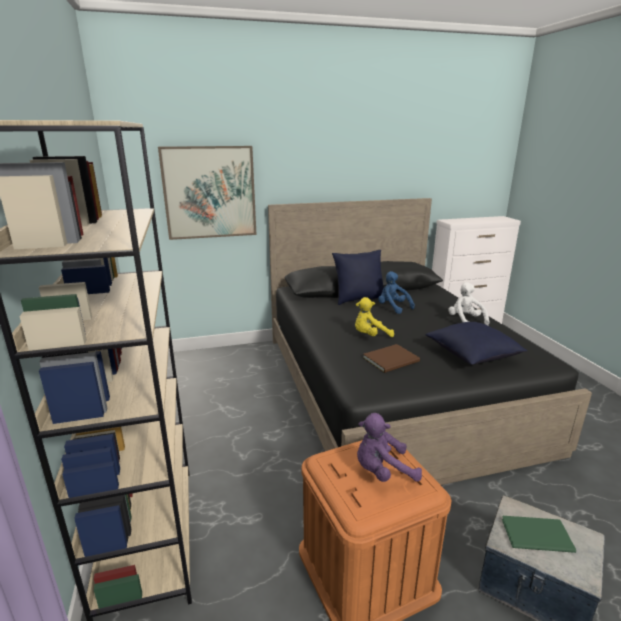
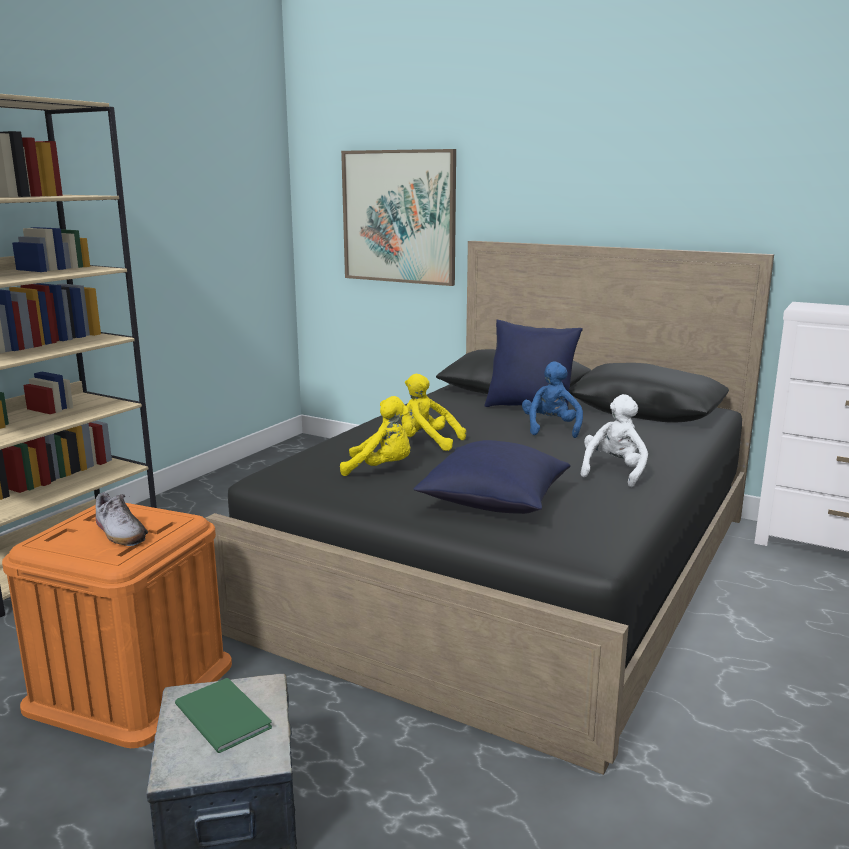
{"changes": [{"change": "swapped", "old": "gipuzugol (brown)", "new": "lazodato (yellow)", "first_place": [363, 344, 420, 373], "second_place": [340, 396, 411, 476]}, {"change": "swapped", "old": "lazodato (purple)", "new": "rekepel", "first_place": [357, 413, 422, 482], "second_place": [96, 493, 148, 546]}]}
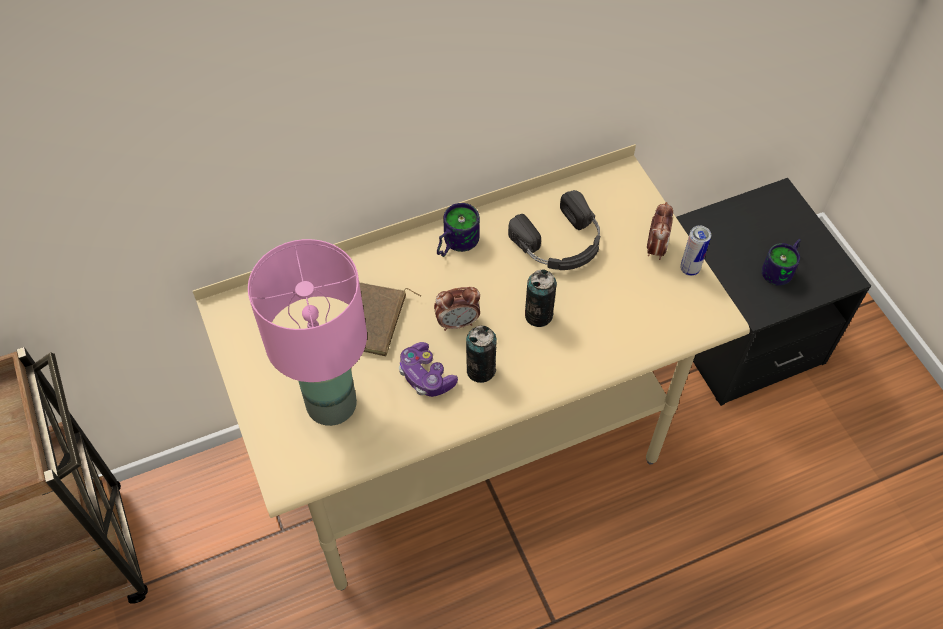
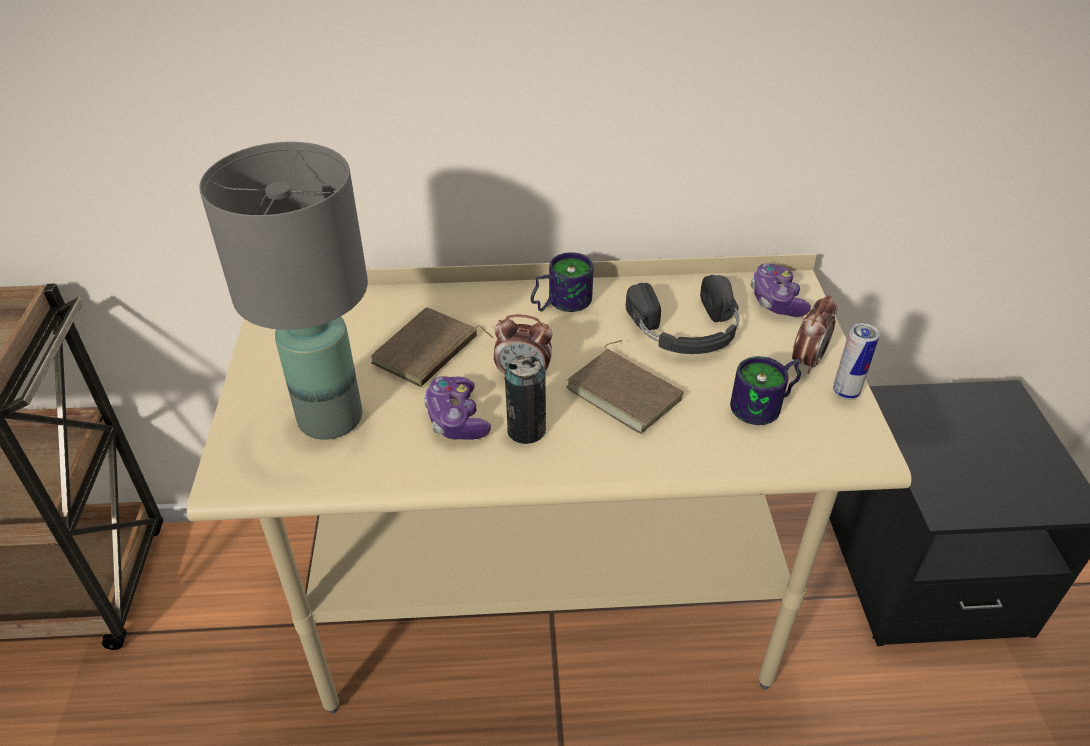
{"changes": [{"change": "repainted", "old": "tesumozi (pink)", "new": "tesumozi (grey)", "first_place": [248, 239, 367, 426], "second_place": [199, 142, 368, 440]}, {"change": "shifted", "old": "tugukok", "first_place": [761, 239, 801, 286], "second_place": [730, 356, 801, 425]}, {"change": "swapped", "old": "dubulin", "new": "gipuzugol (brown)", "first_place": [525, 269, 557, 327], "second_place": [566, 340, 684, 434]}, {"change": "new", "new": "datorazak", "second_place": [750, 263, 811, 317]}]}
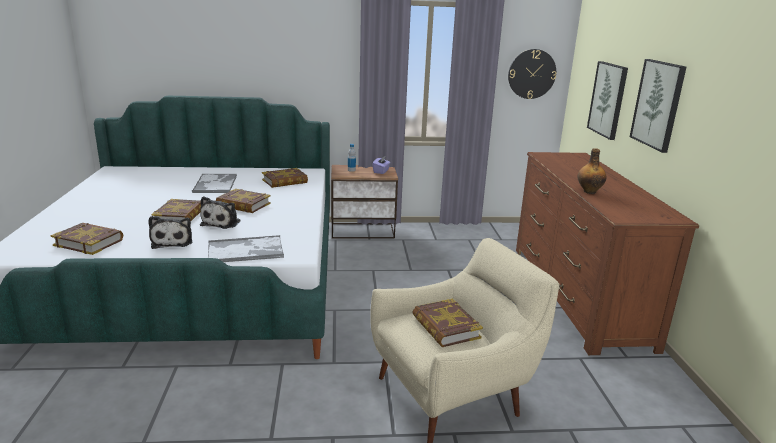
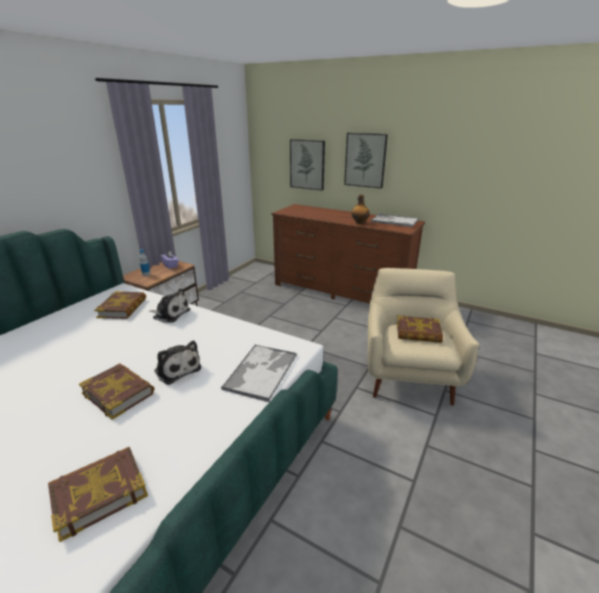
{"changes": [{"change": "gone", "old": "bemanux", "first_place": [508, 49, 556, 99]}, {"change": "shifted", "old": "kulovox", "first_place": [192, 174, 237, 193], "second_place": [371, 214, 419, 227]}, {"change": "gone", "old": "gipuzugol", "first_place": [216, 189, 271, 213]}, {"change": "shifted", "old": "lazodato", "first_place": [149, 216, 192, 249], "second_place": [149, 289, 190, 323]}]}
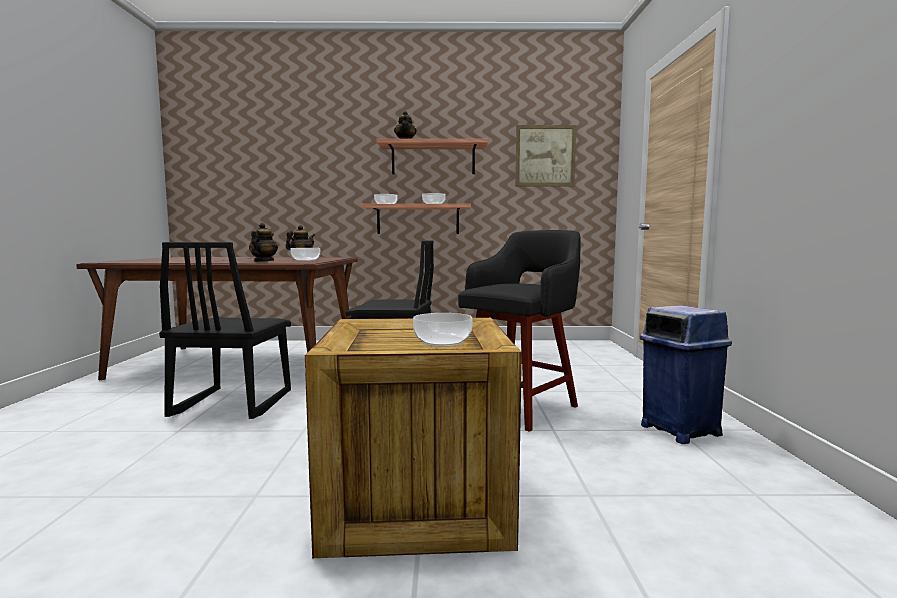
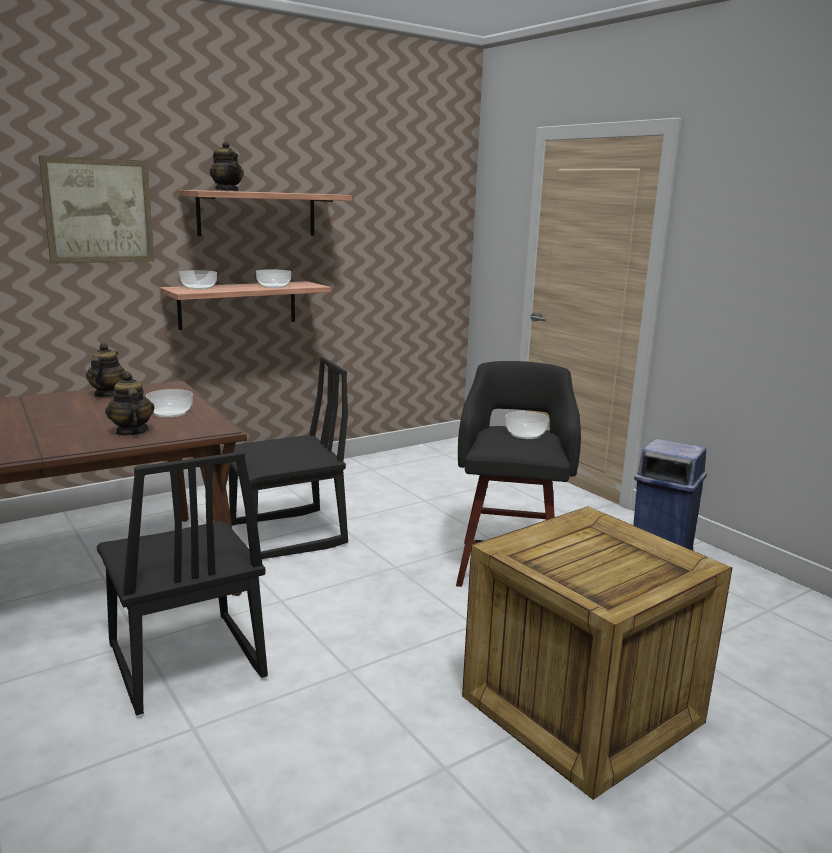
{"changes": [{"change": "shifted", "old": "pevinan", "first_place": [515, 125, 576, 186], "second_place": [39, 155, 154, 264]}, {"change": "shifted", "old": "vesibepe", "first_place": [413, 313, 473, 347], "second_place": [505, 411, 549, 439]}]}
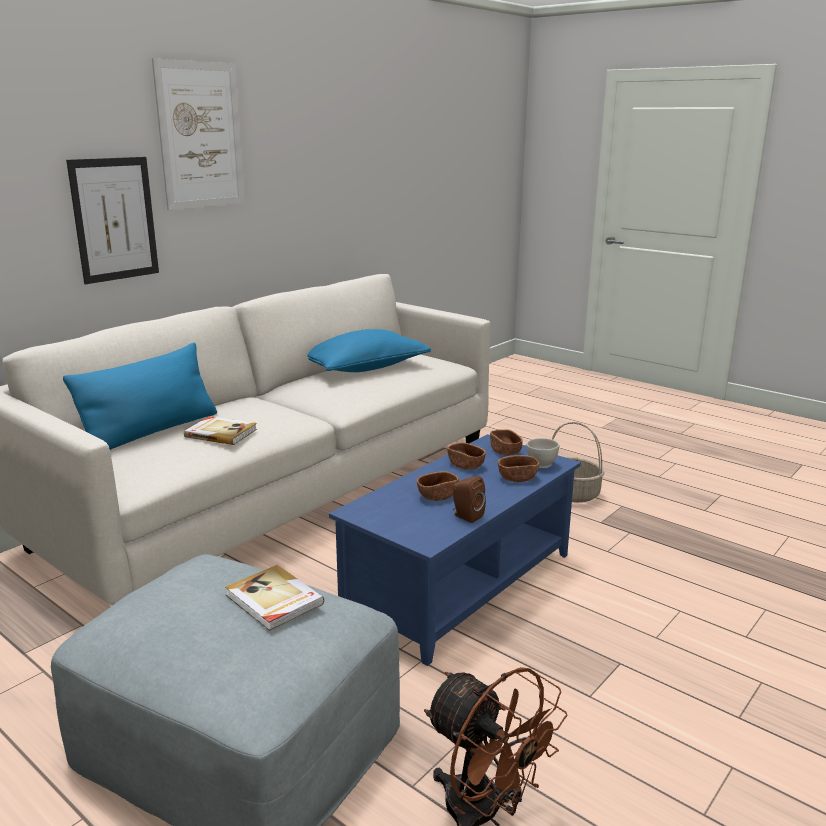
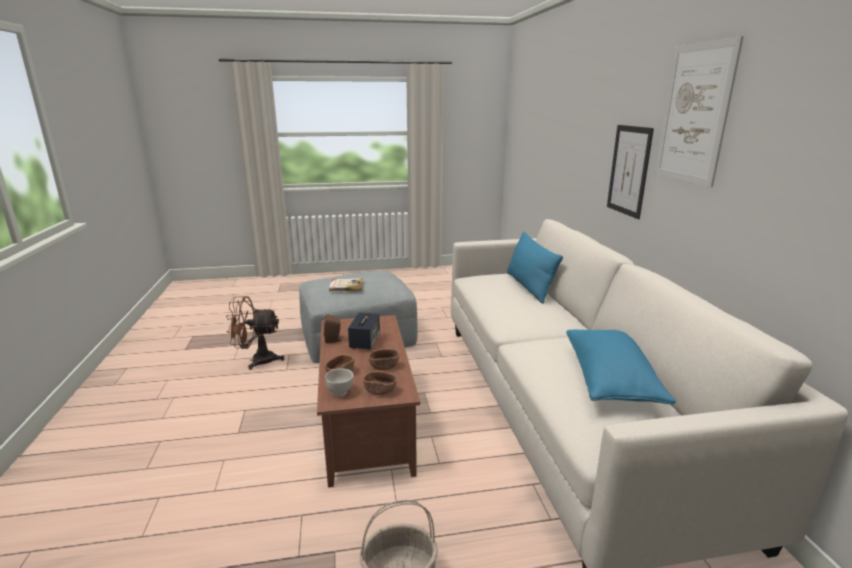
{"changes": [{"change": "gone", "old": "gipuzugol", "first_place": [184, 416, 257, 445]}, {"change": "repainted", "old": "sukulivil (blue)", "new": "sukulivil (brown)", "first_place": [329, 434, 581, 666], "second_place": [317, 315, 420, 488]}, {"change": "swapped", "old": "vesibepe (brown)", "new": "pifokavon", "first_place": [417, 471, 459, 501], "second_place": [348, 313, 380, 350]}]}
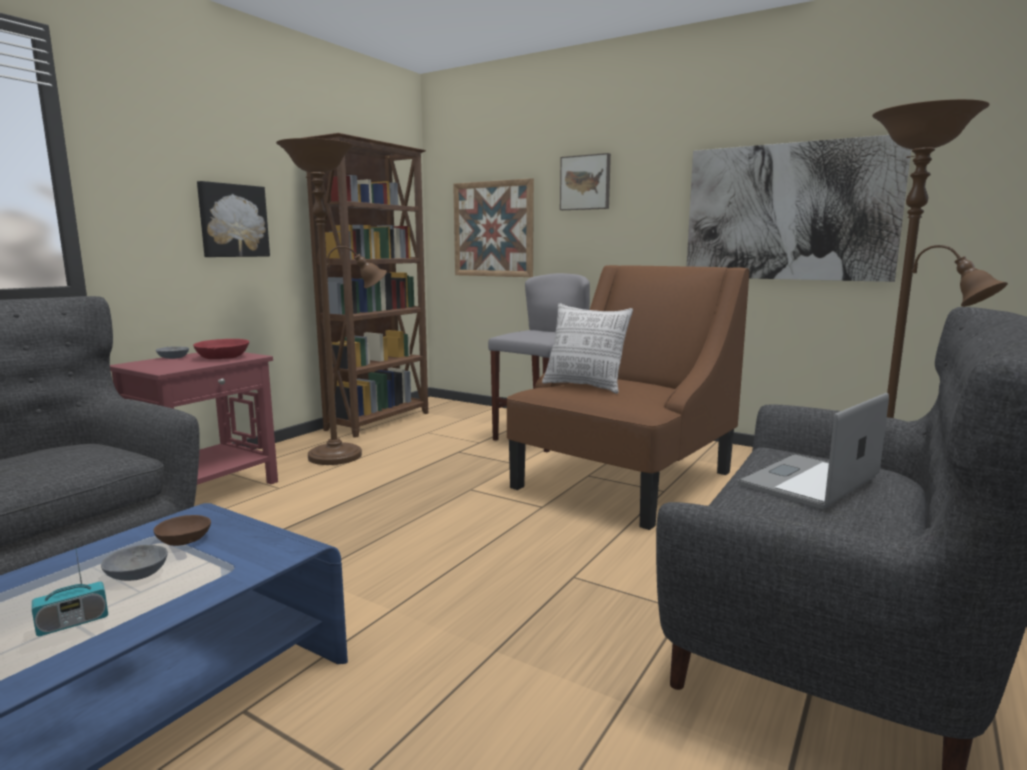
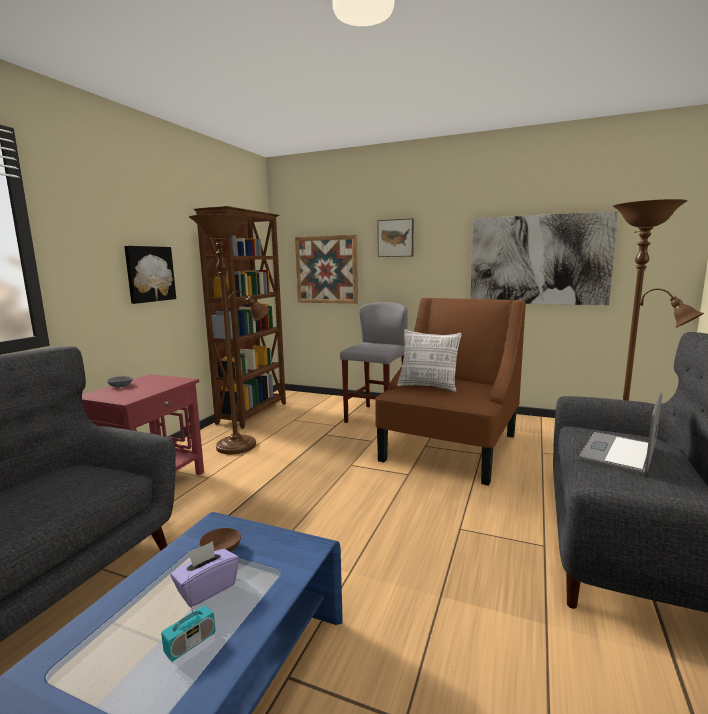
{"changes": [{"change": "gone", "old": "vesibepe (red)", "first_place": [193, 339, 249, 359]}, {"change": "swapped", "old": "vesibepe (grey)", "new": "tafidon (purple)", "first_place": [101, 545, 168, 581], "second_place": [170, 541, 239, 607]}]}
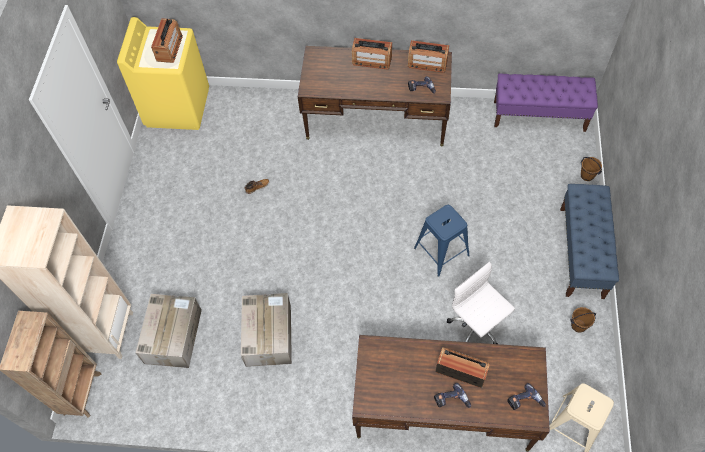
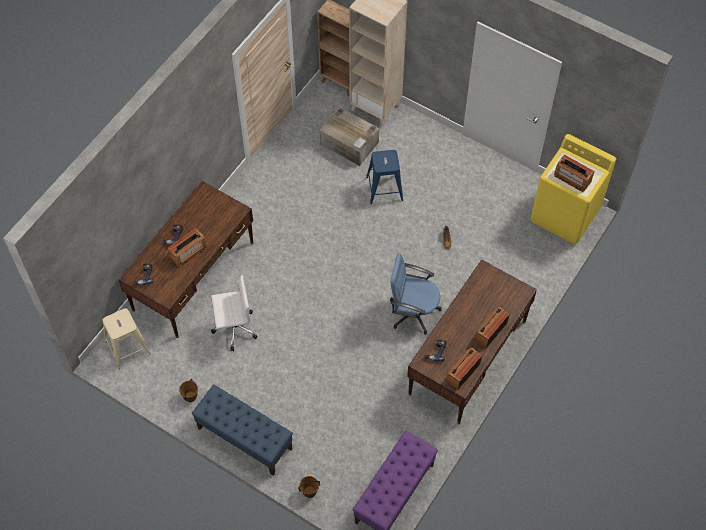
{"changes": [{"change": "shifted", "old": "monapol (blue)", "first_place": [414, 205, 470, 277], "second_place": [366, 150, 403, 204]}, {"change": "gone", "old": "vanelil", "first_place": [241, 293, 292, 367]}, {"change": "new", "new": "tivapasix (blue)", "second_place": [390, 253, 442, 335]}]}
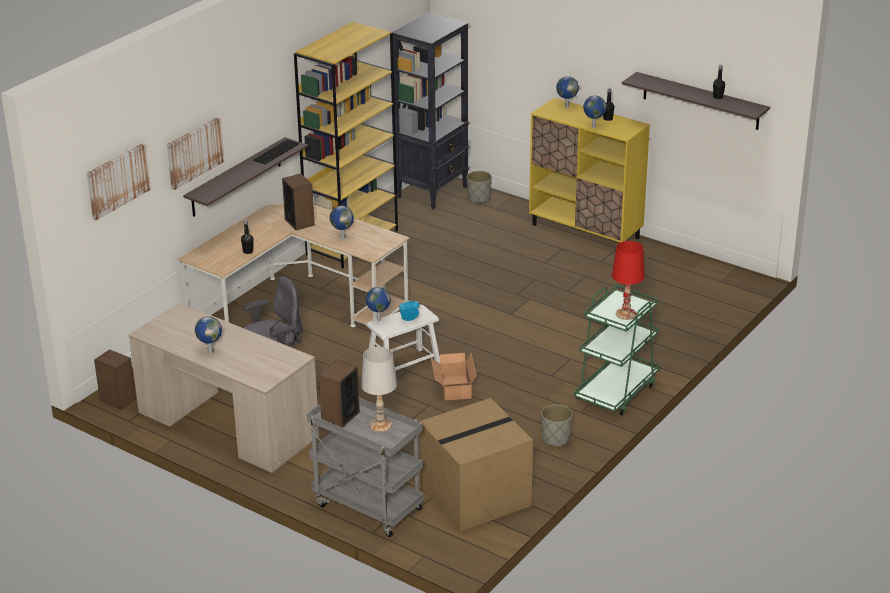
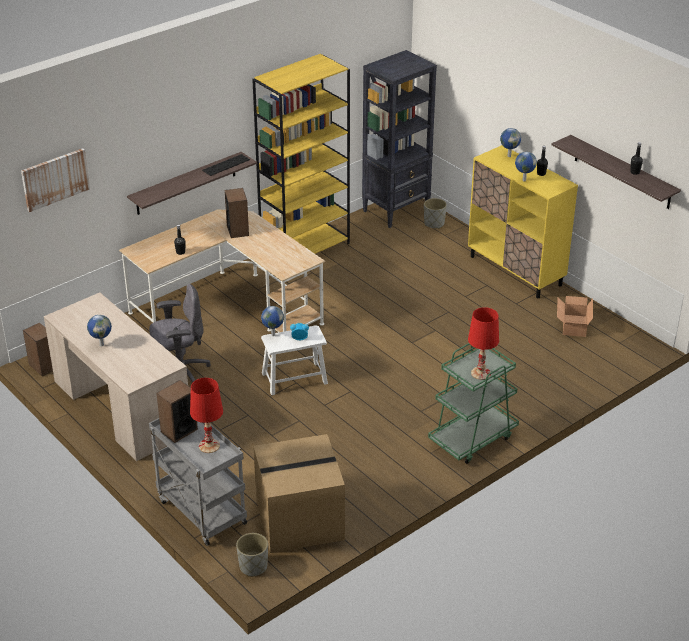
{"changes": [{"change": "gone", "old": "pevinan", "first_place": [167, 117, 225, 190]}, {"change": "gone", "old": "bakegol", "first_place": [330, 206, 354, 239]}, {"change": "repainted", "old": "tesumozi (white)", "new": "tesumozi (red)", "first_place": [361, 347, 397, 432], "second_place": [190, 378, 223, 453]}, {"change": "shifted", "old": "vanelil", "first_place": [430, 353, 477, 400], "second_place": [557, 296, 593, 337]}, {"change": "shifted", "old": "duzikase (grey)", "first_place": [541, 404, 573, 447], "second_place": [236, 533, 268, 577]}]}
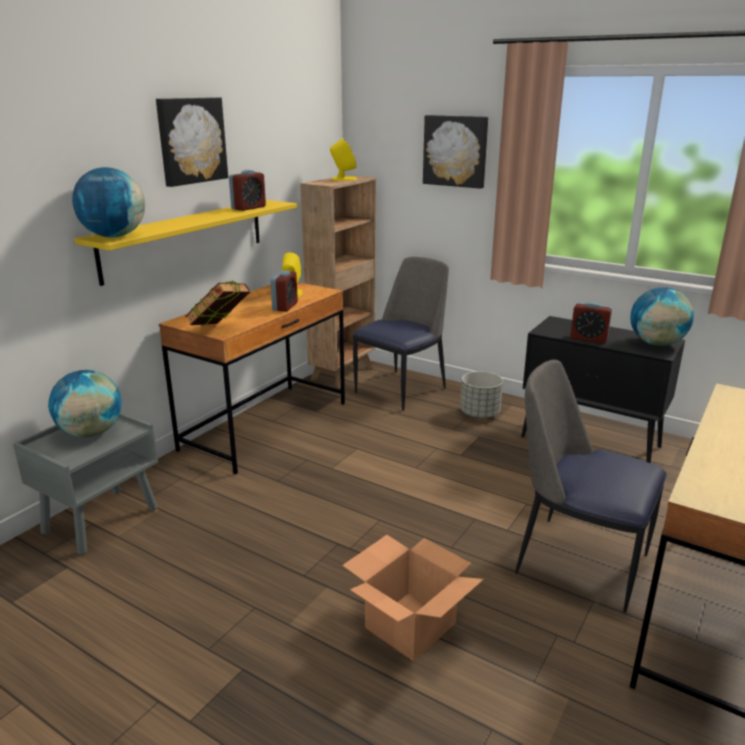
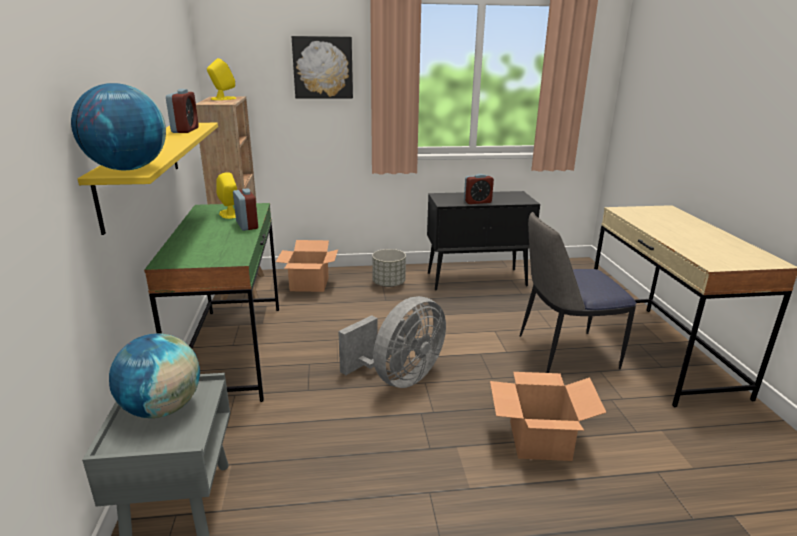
{"changes": [{"change": "gone", "old": "pevinan", "first_place": [156, 97, 228, 187]}, {"change": "swapped", "old": "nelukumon", "new": "vanelil", "first_place": [353, 257, 449, 411], "second_place": [276, 240, 338, 292]}, {"change": "gone", "old": "gipuzugol", "first_place": [185, 280, 250, 326]}, {"change": "repainted", "old": "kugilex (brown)", "new": "kugilex (green)", "first_place": [159, 282, 345, 474], "second_place": [144, 203, 279, 402]}, {"change": "gone", "old": "bakegol", "first_place": [631, 287, 694, 346]}, {"change": "new", "new": "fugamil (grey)", "second_place": [338, 296, 446, 388]}]}
